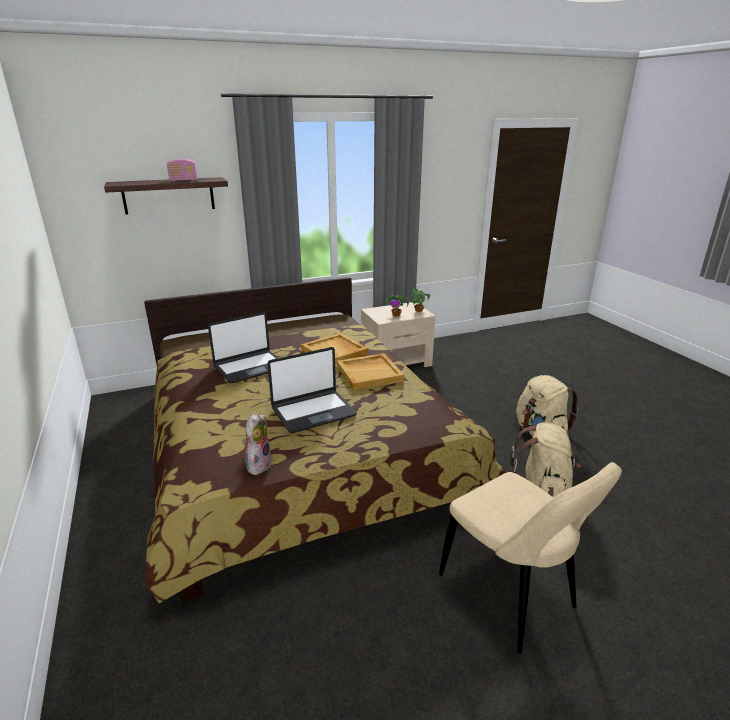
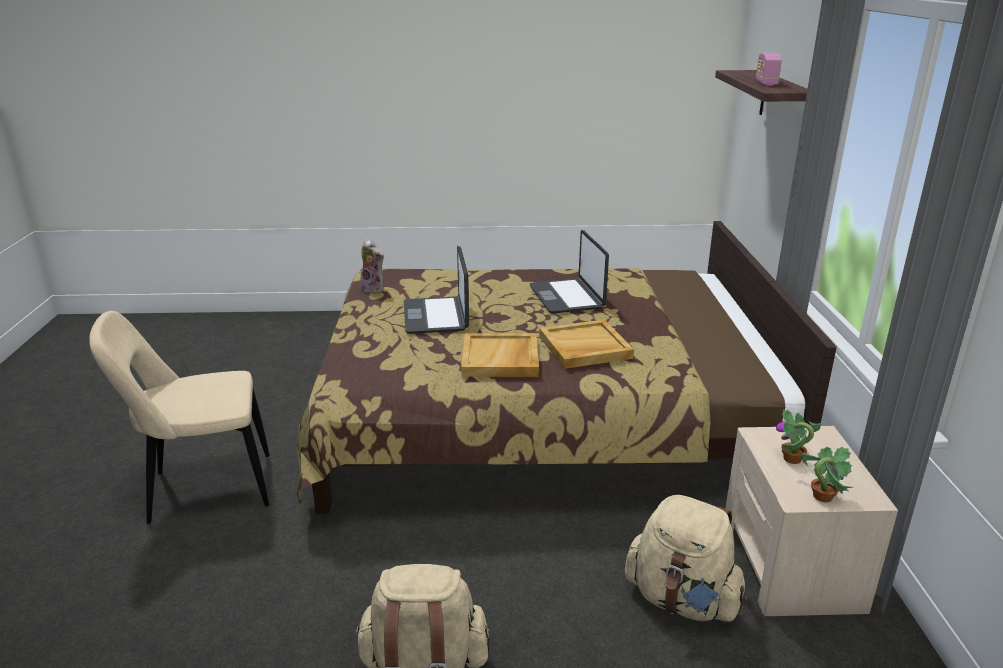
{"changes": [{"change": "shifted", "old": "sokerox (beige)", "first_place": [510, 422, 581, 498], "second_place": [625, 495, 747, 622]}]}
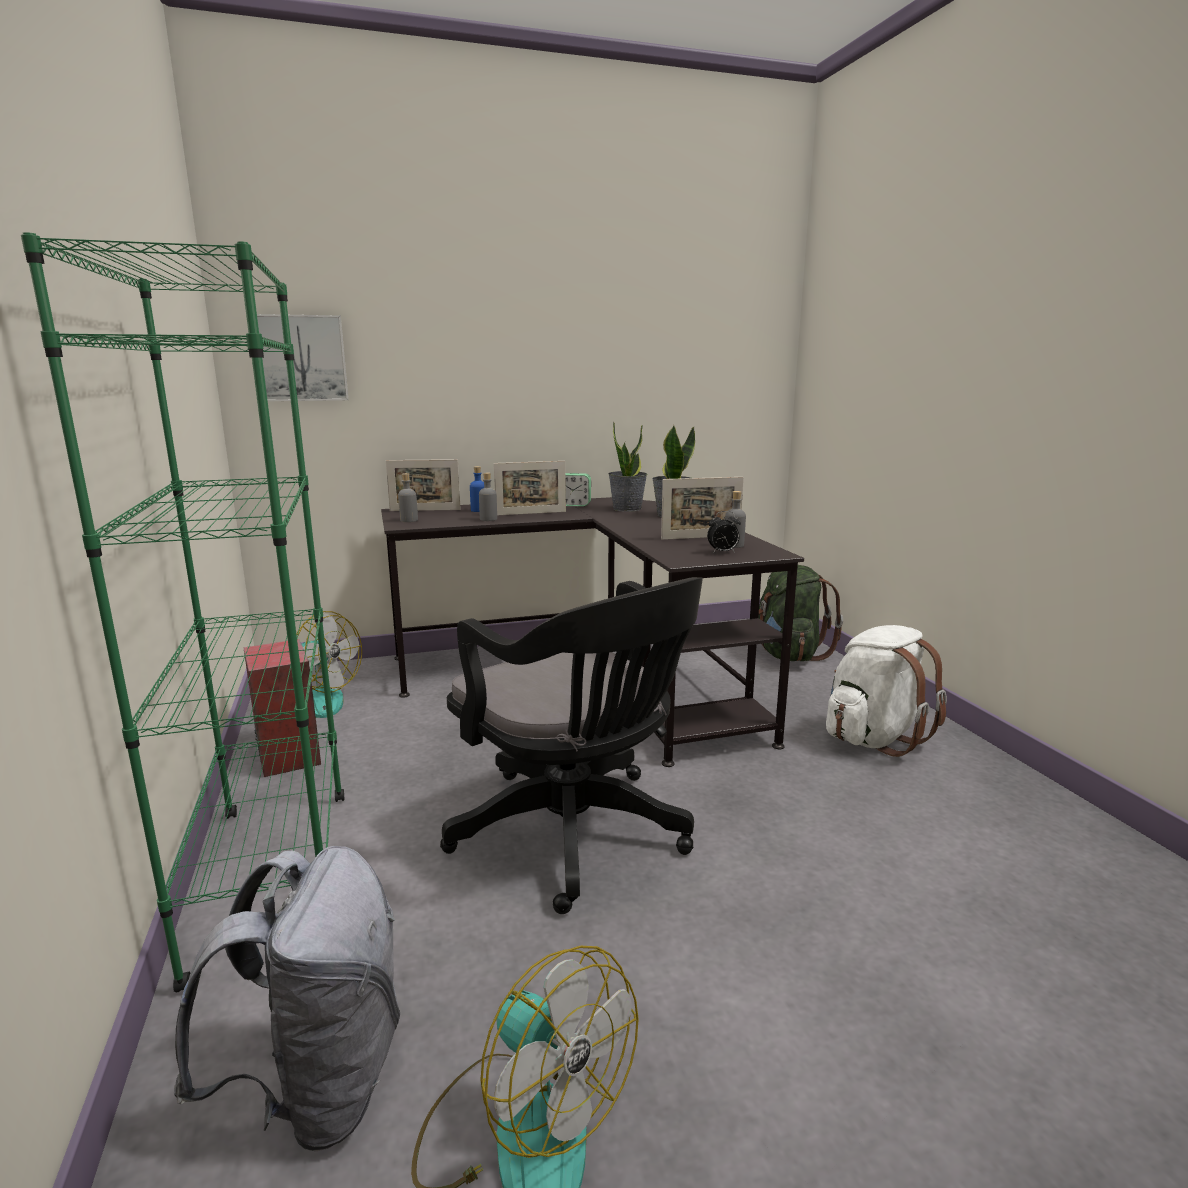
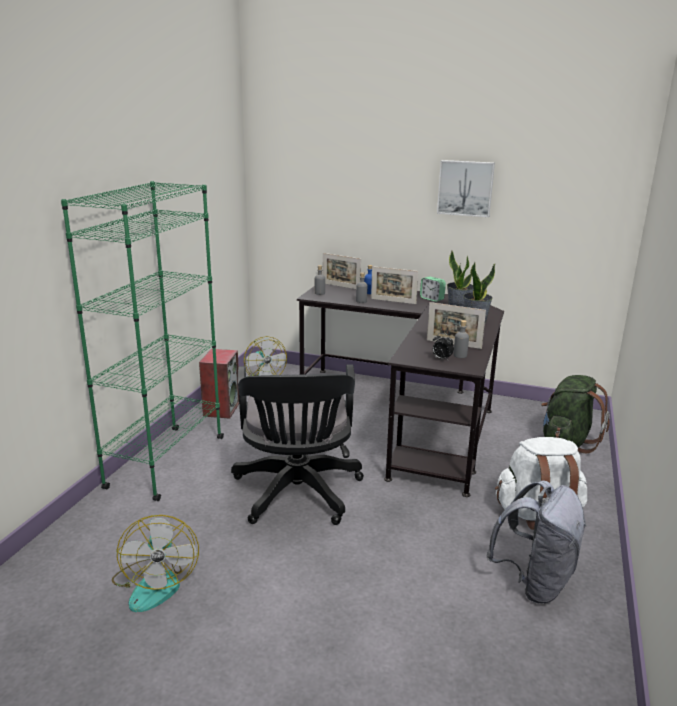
{"changes": [{"change": "shifted", "old": "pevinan", "first_place": [257, 314, 349, 401], "second_place": [437, 160, 495, 217]}, {"change": "shifted", "old": "sokerox (grey)", "first_place": [174, 846, 400, 1152], "second_place": [486, 480, 586, 603]}]}
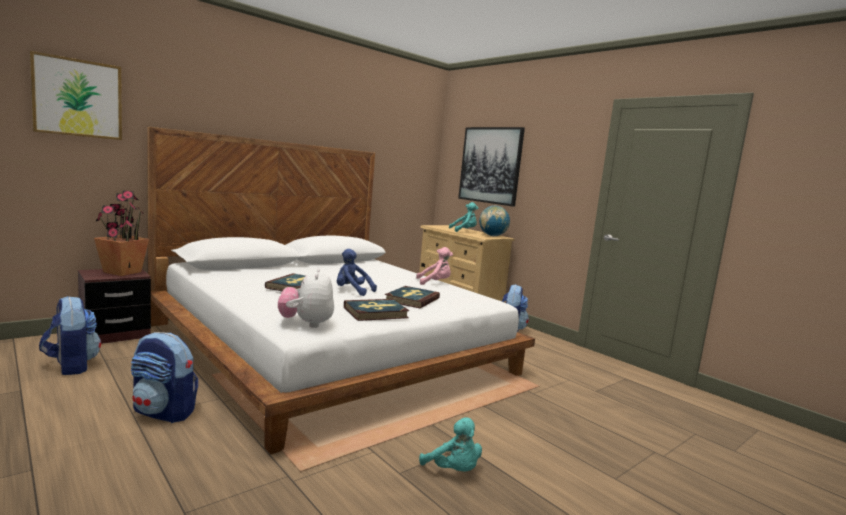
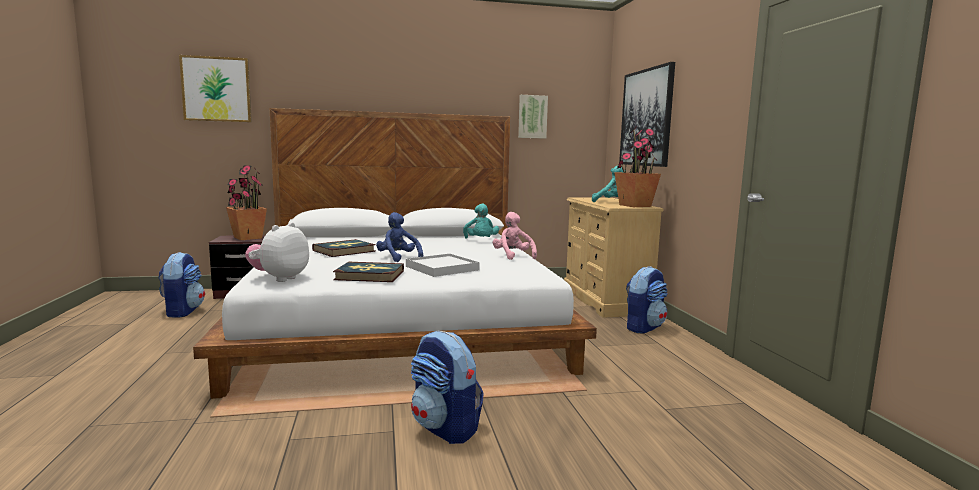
{"changes": [{"change": "swapped", "old": "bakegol", "new": "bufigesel", "first_place": [479, 205, 510, 236], "second_place": [614, 126, 661, 207]}, {"change": "rotated", "old": "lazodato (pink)", "first_place": [416, 247, 453, 285], "second_place": [493, 212, 537, 260], "degrees": -135}, {"change": "swapped", "old": "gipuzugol", "new": "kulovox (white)", "first_place": [385, 286, 440, 309], "second_place": [406, 253, 480, 277]}, {"change": "shifted", "old": "sokerox", "first_place": [131, 332, 198, 423], "second_place": [411, 331, 484, 444]}, {"change": "shifted", "old": "lazodato (turquoise)", "first_place": [419, 417, 482, 472], "second_place": [463, 204, 499, 239]}, {"change": "new", "new": "pevinan", "second_place": [518, 95, 548, 139]}]}
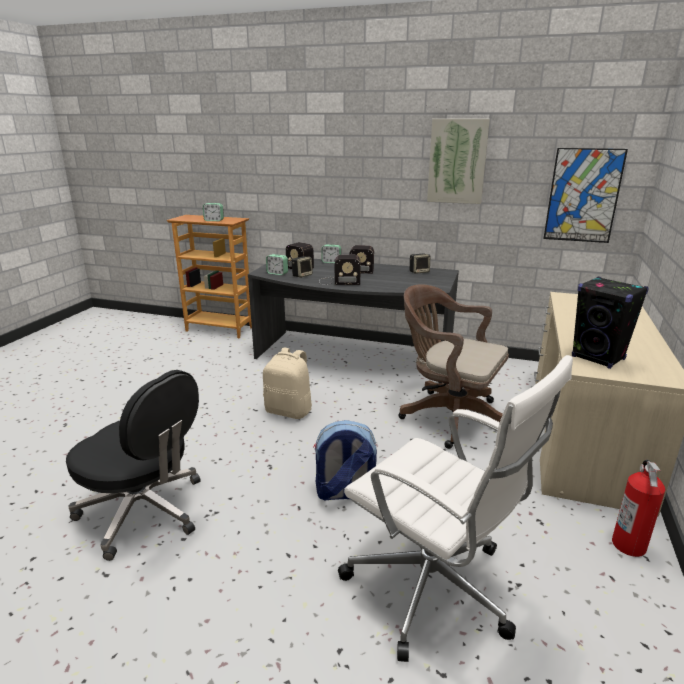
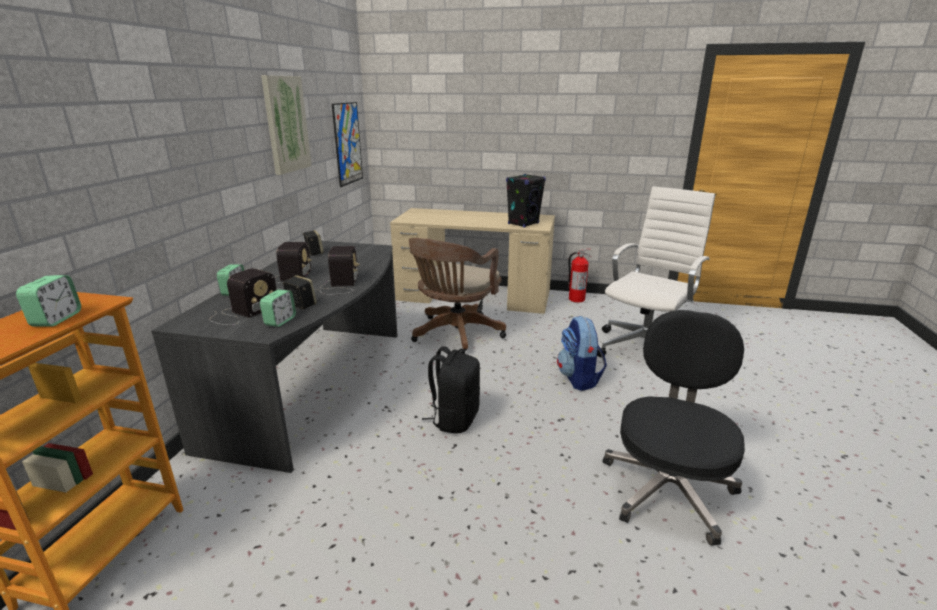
{"changes": [{"change": "repainted", "old": "sokerox (beige)", "new": "sokerox (black)", "first_place": [263, 347, 312, 419], "second_place": [422, 346, 480, 434]}]}
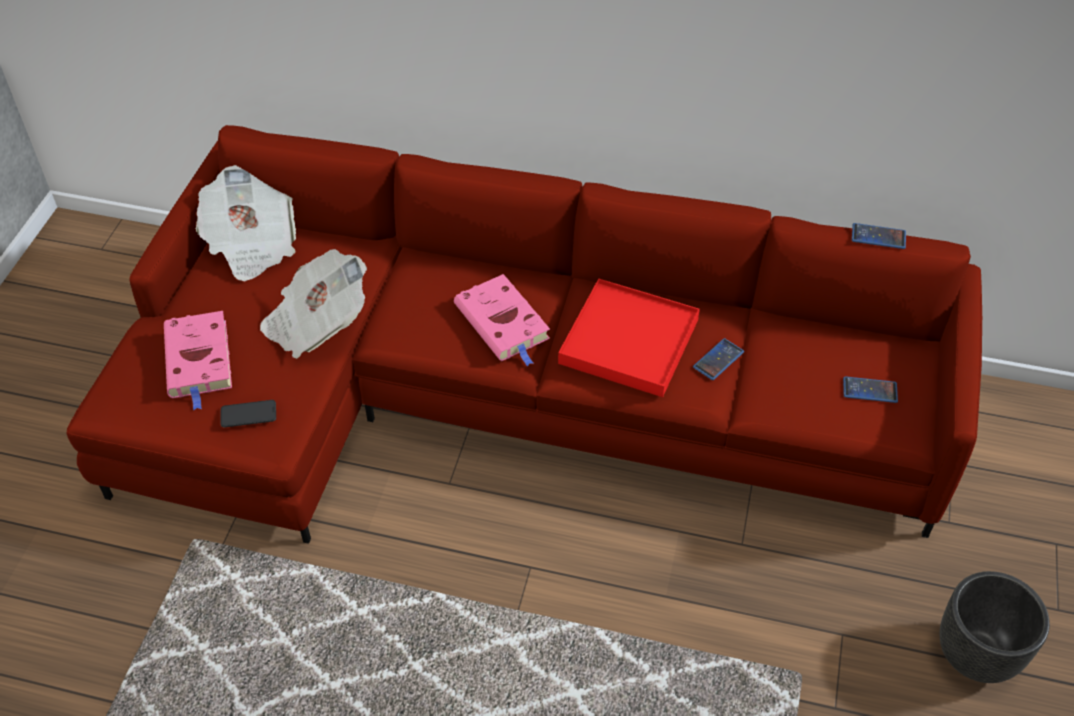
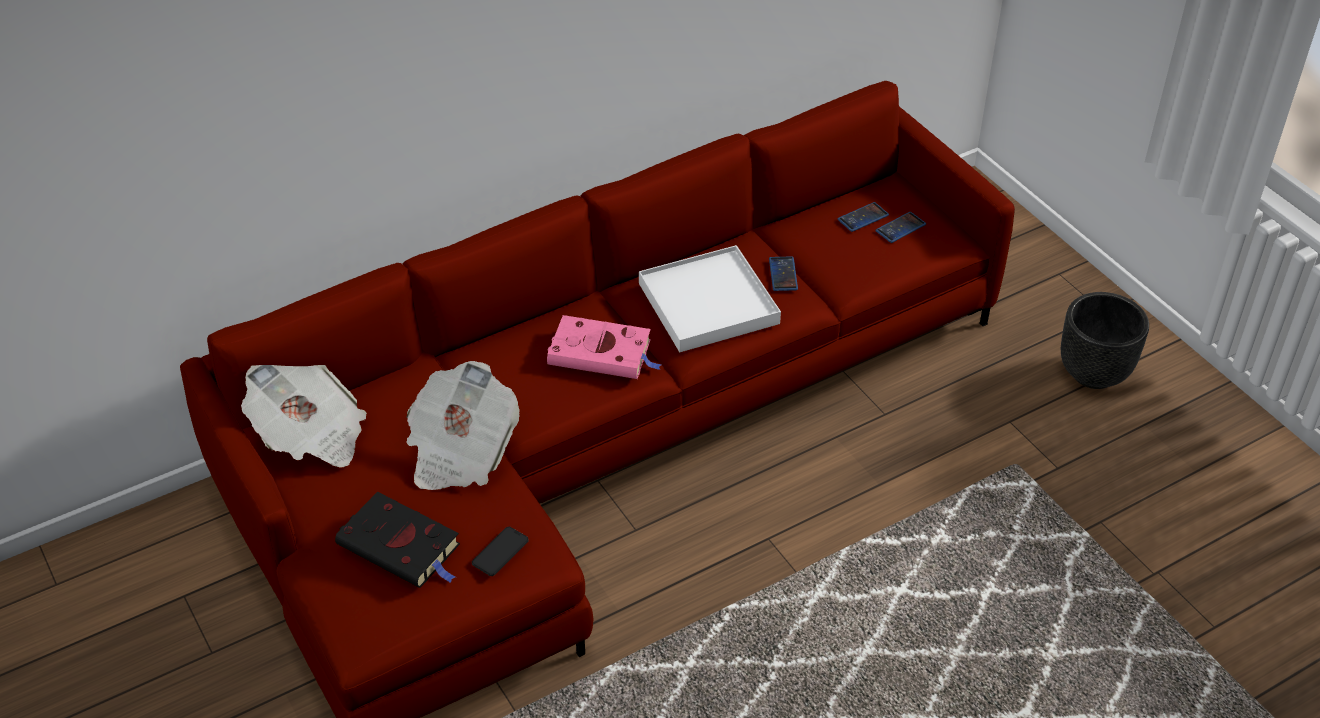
{"changes": [{"change": "shifted", "old": "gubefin", "first_place": [852, 223, 906, 249], "second_place": [838, 202, 889, 232]}, {"change": "repainted", "old": "kulovox (red)", "new": "kulovox (white)", "first_place": [558, 279, 700, 397], "second_place": [639, 245, 781, 352]}, {"change": "repainted", "old": "gipuzugol (pink)", "new": "gipuzugol (black)", "first_place": [164, 311, 232, 410], "second_place": [335, 492, 460, 588]}]}
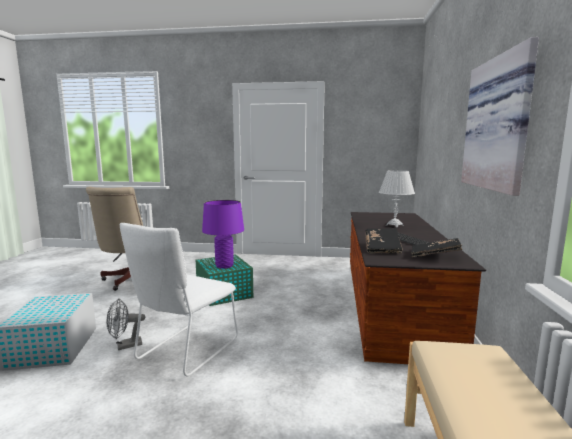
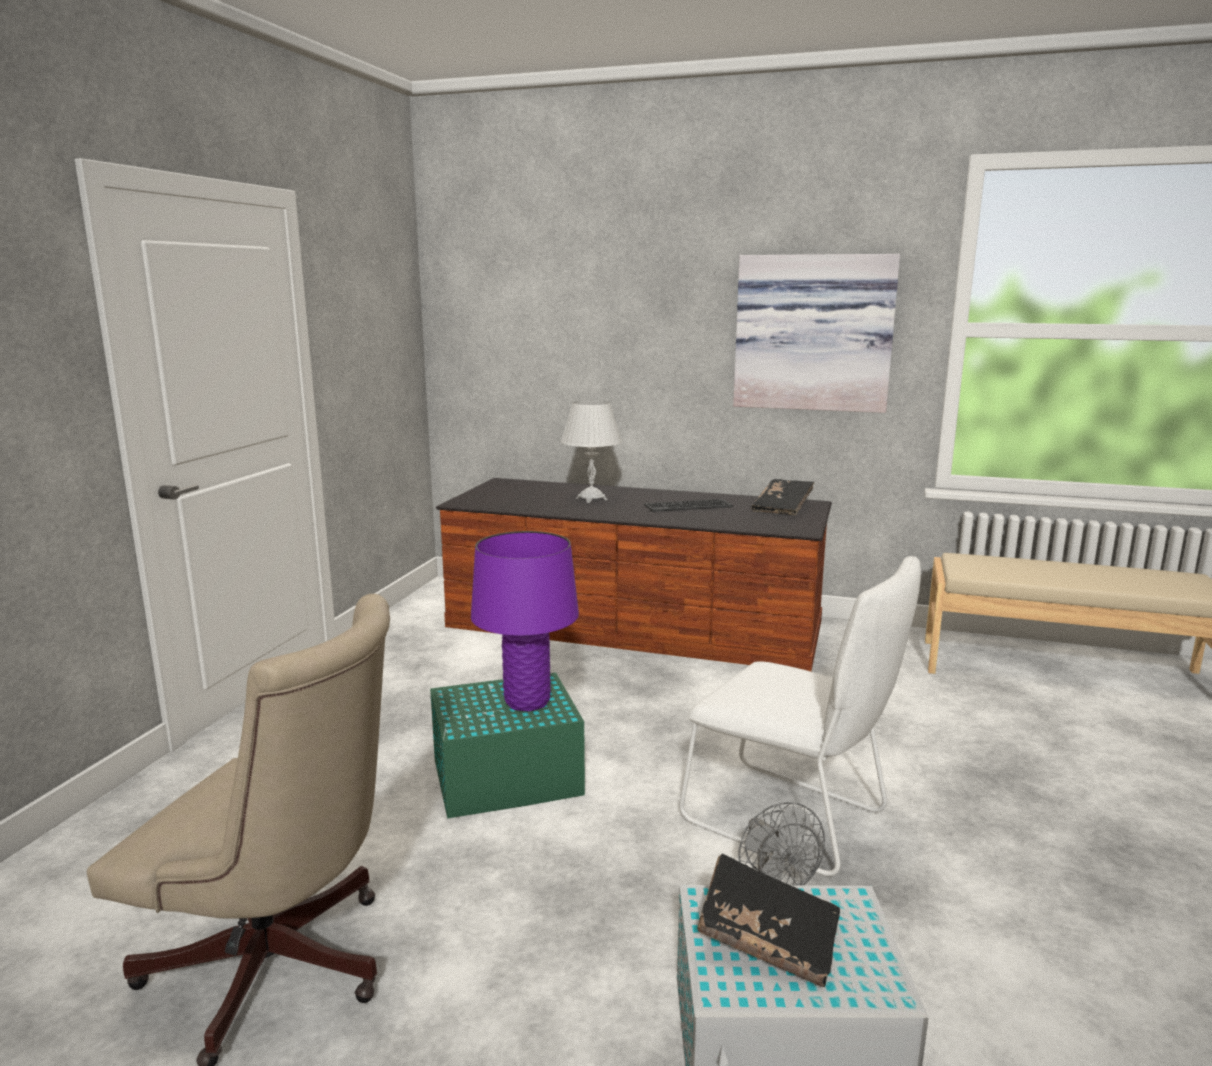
{"changes": [{"change": "shifted", "old": "gipuzugol (black)", "first_place": [365, 228, 403, 253], "second_place": [697, 854, 840, 987]}]}
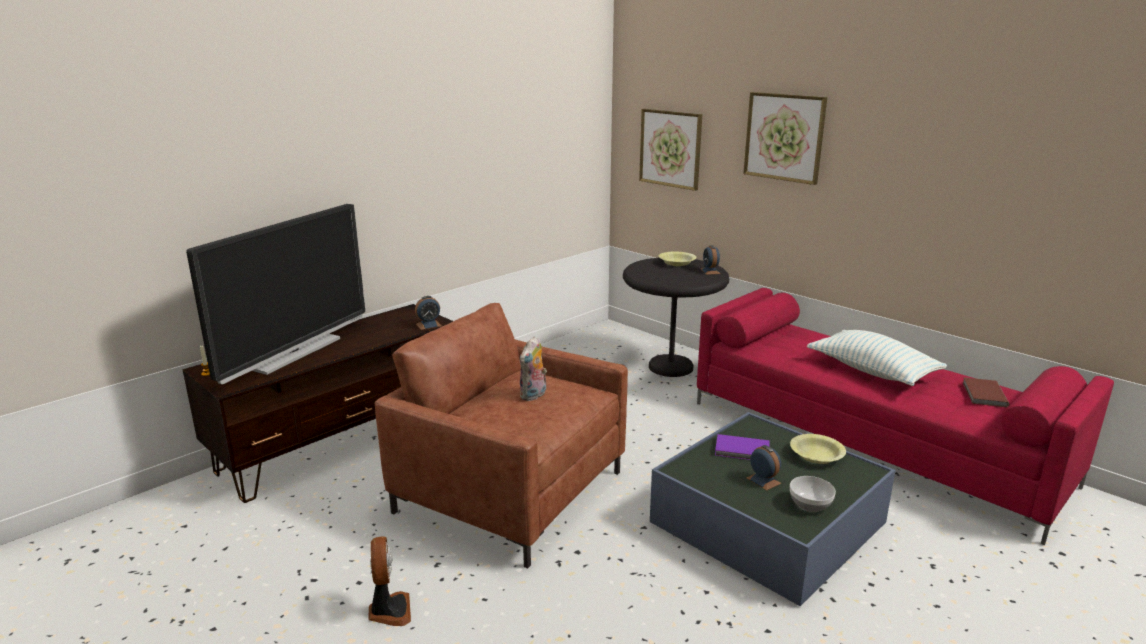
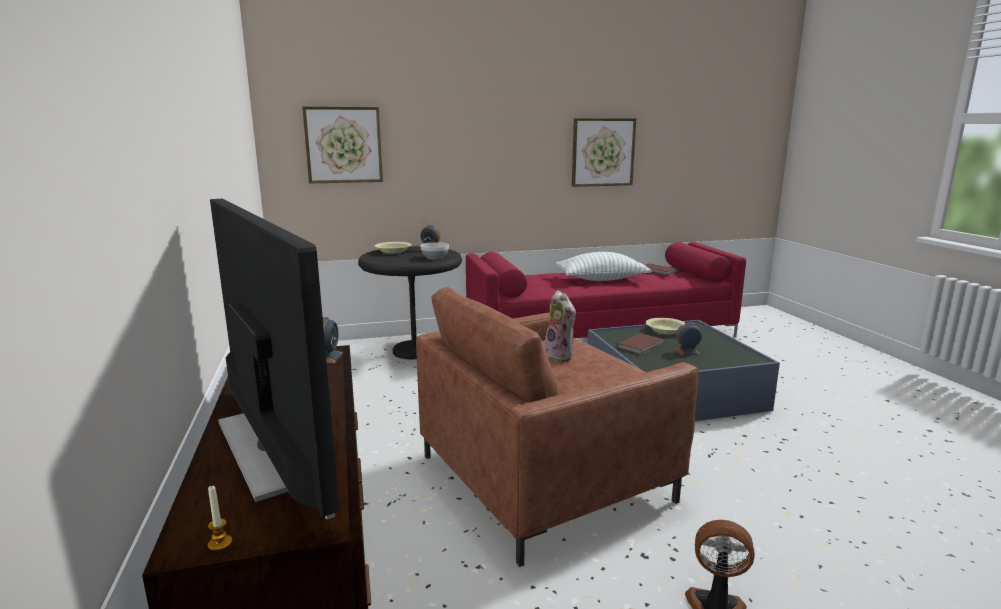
{"changes": [{"change": "shifted", "old": "pevinan", "first_place": [743, 92, 827, 185], "second_place": [572, 118, 636, 187]}, {"change": "repainted", "old": "gipuzugol (purple)", "new": "gipuzugol (brown)", "first_place": [715, 434, 770, 460], "second_place": [617, 333, 664, 355]}, {"change": "shifted", "old": "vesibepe", "first_place": [790, 476, 836, 512], "second_place": [421, 242, 449, 259]}]}
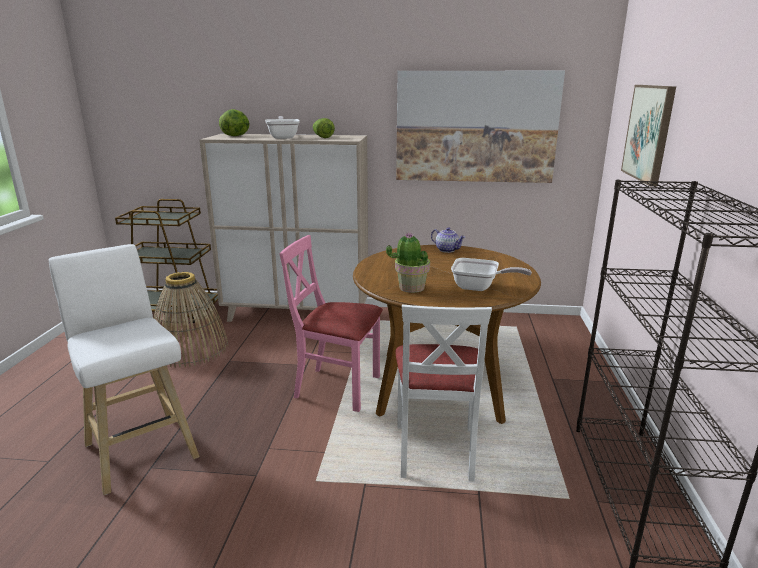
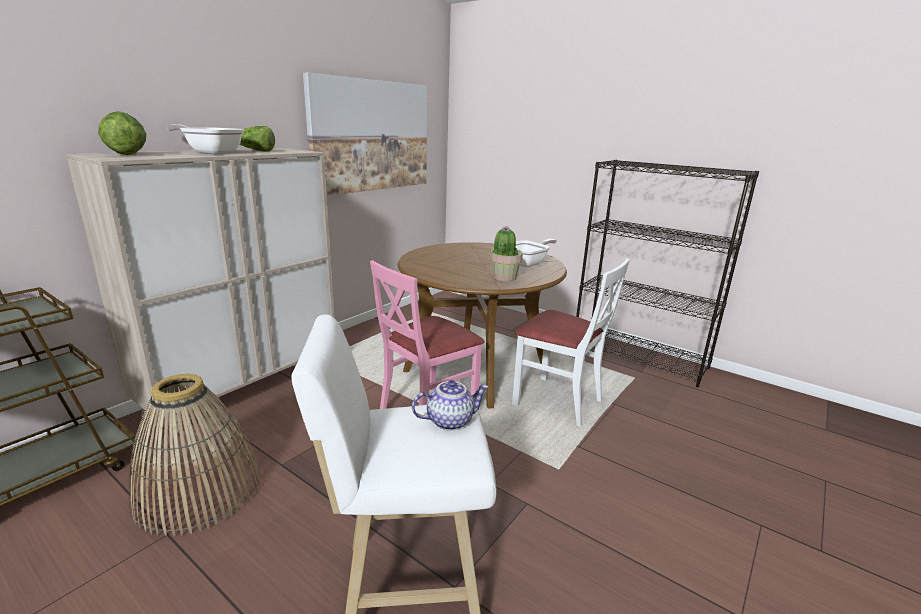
{"changes": [{"change": "gone", "old": "pevinan", "first_place": [621, 85, 676, 187]}, {"change": "shifted", "old": "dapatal", "first_place": [431, 227, 465, 253], "second_place": [412, 380, 489, 431]}]}
